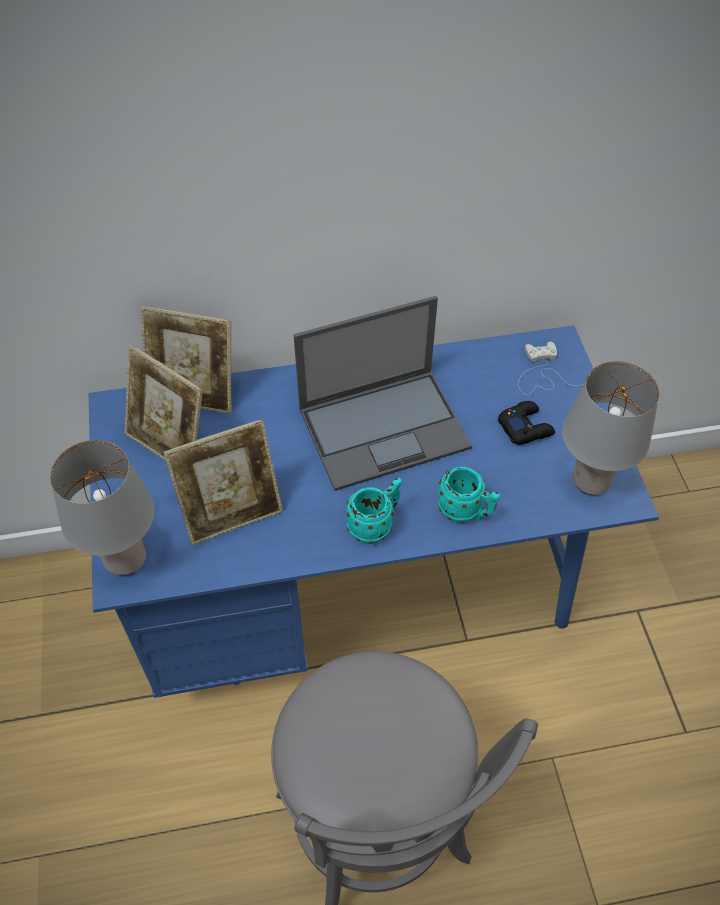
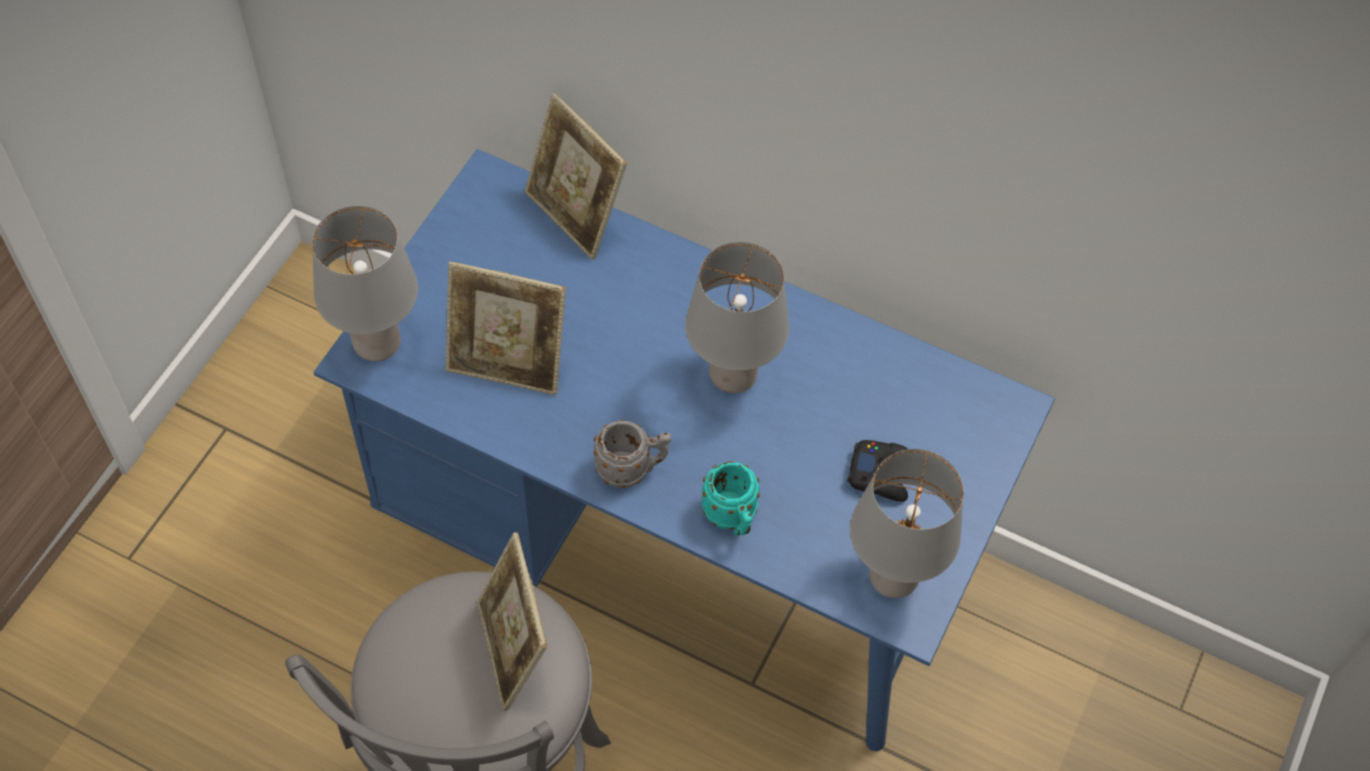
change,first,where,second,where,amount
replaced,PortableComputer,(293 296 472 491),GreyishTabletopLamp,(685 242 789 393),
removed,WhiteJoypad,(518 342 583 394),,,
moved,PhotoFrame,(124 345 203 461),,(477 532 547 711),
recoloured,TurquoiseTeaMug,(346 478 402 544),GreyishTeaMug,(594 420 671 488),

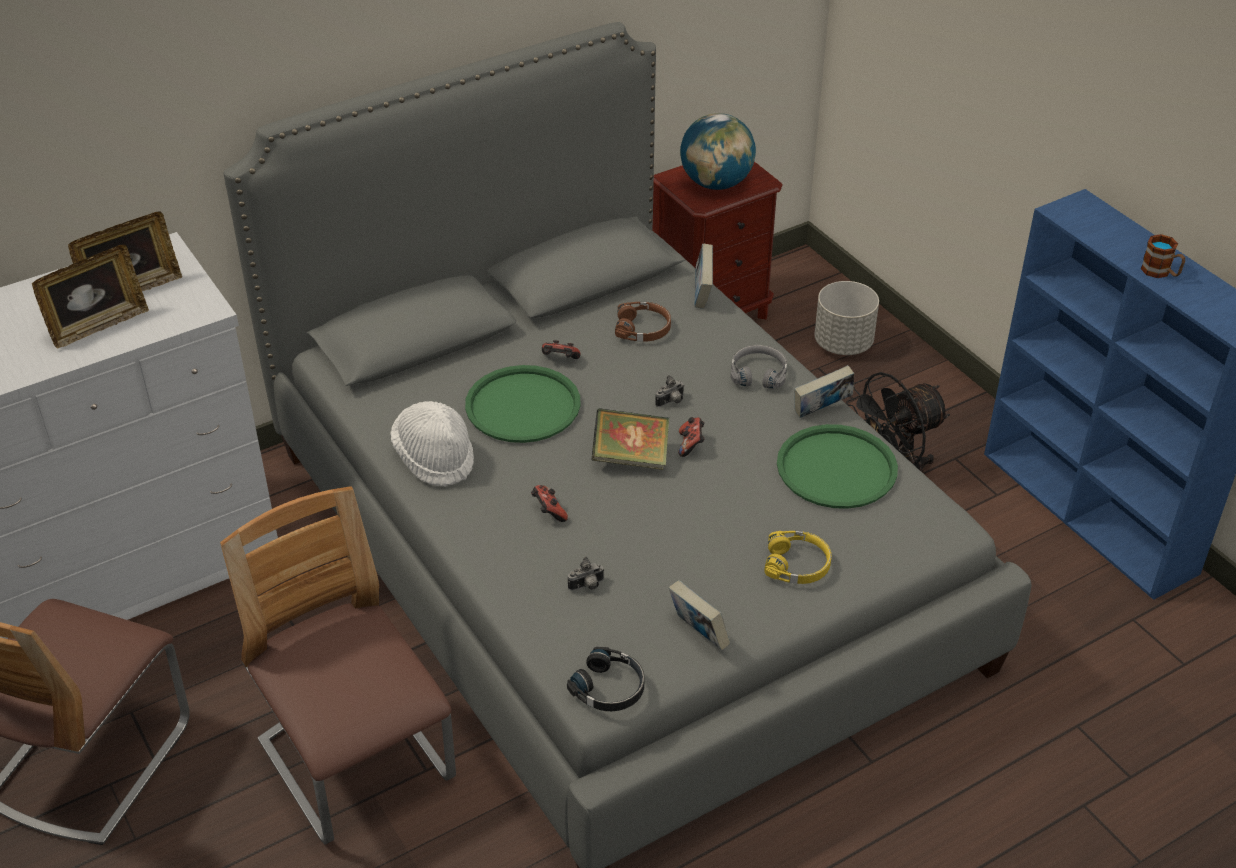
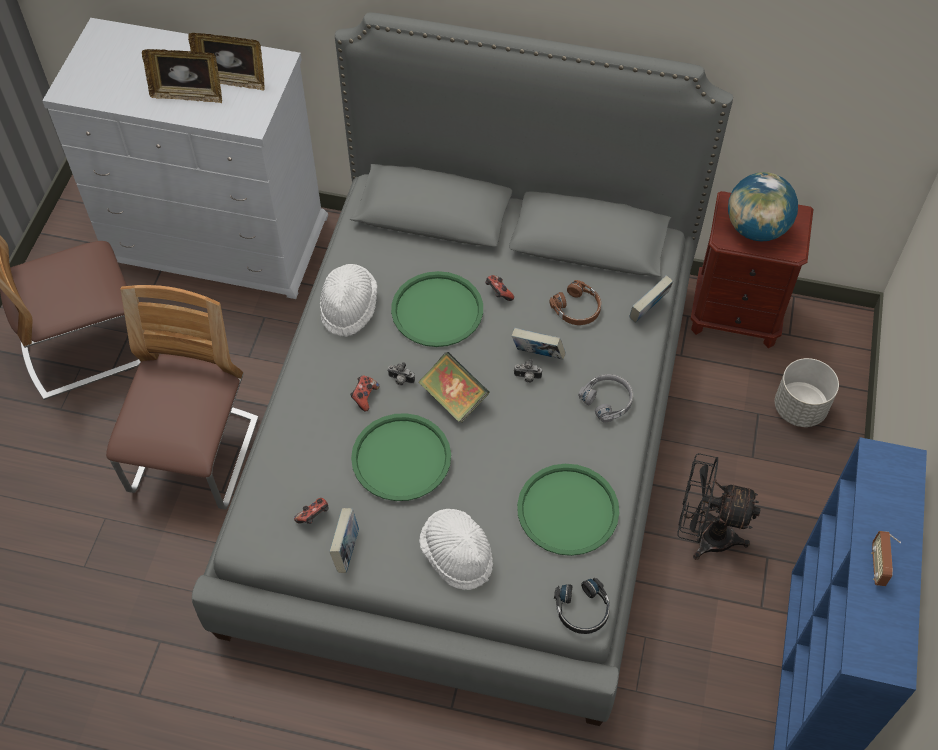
change,first,where,second,where,amount
replaced,TeaMug,(1141 234 1185 278),Radio,(871 531 901 586),
moved,BoundBook,(794 365 854 418),,(512 328 566 360),
moved,Joypad,(679 417 705 457),,(294 498 328 524),
replaced,YellowishHeadset,(764 531 831 584),WhiteClothingHat,(419 509 493 590),
moved,PhotoCamera,(568 557 605 591),,(387 362 415 385),
moved,BlackishHeadset,(567 647 645 711),,(554 578 610 634),
added,,,GreenishTray,(351 413 451 501),

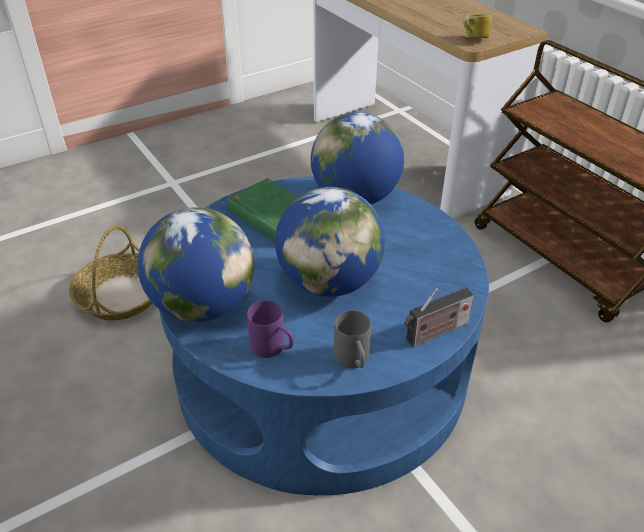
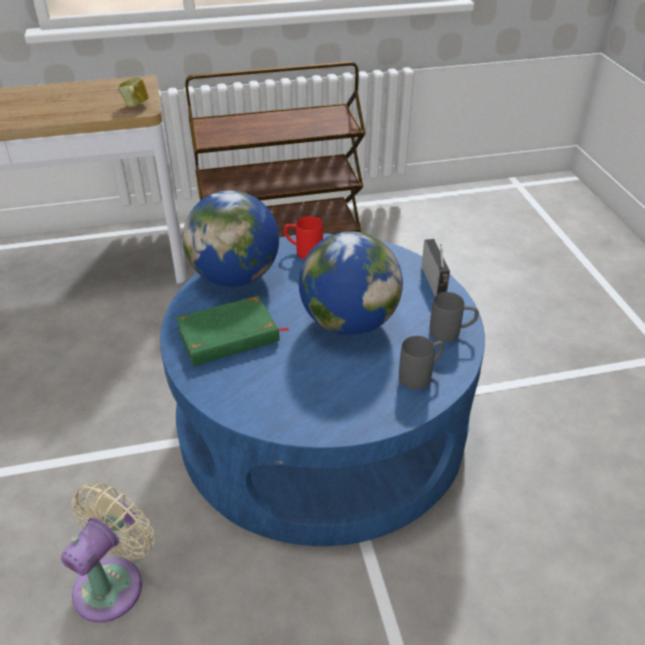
change,first,where,second,where,amount
removed,DeskGlobe,(138 207 254 322),,,
replaced,Basket,(69 225 152 320),BeigeElectricFan,(61 482 154 623),
recoloured,PurplishTeaMug,(247 300 294 358),GreyishTeaMug,(399 336 444 389),
added,,,RedColouredTeaMug,(284 216 323 259),

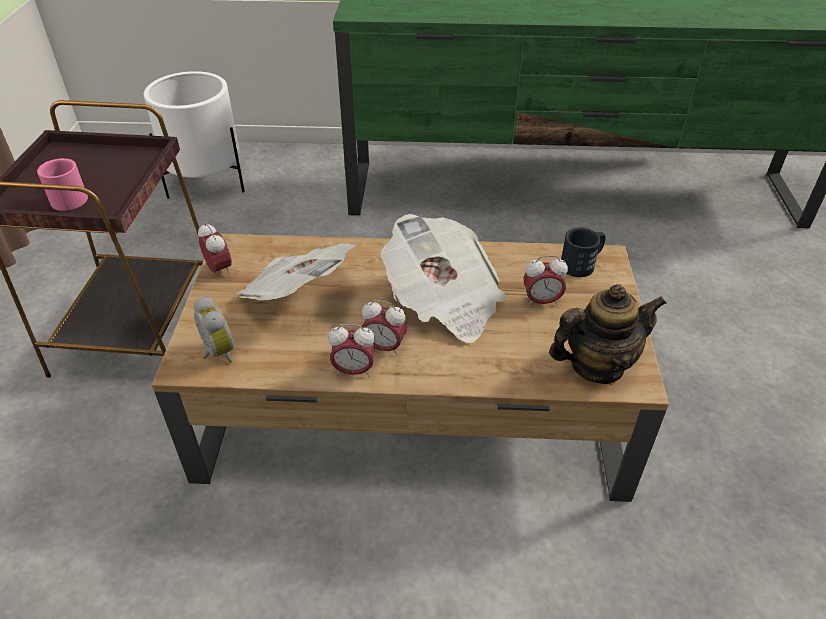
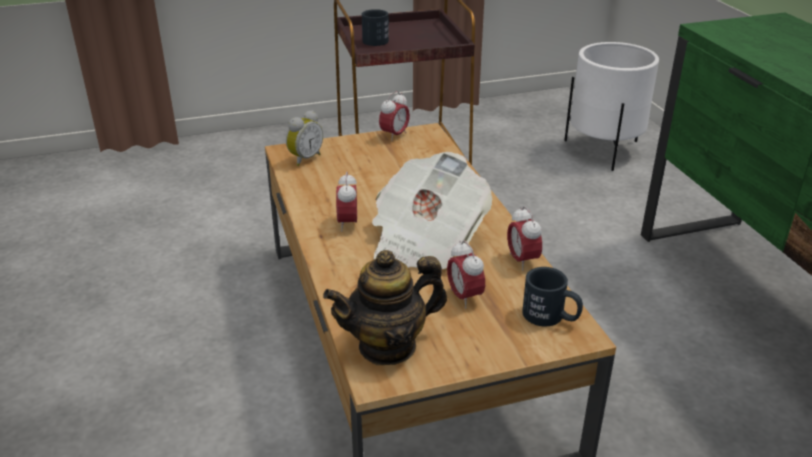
change,first,where,second,where,amount
recoloured,PinkTeaMug,(37 158 88 211),BlackishTeaMug,(362 9 389 46),
removed,DailyPaper,(235 243 355 301),,,
turned,TeaPot,(549 284 667 384),,(323 250 447 365),105 degrees clockwise
moved,TableClock,(328 324 375 377),,(507 206 542 271),

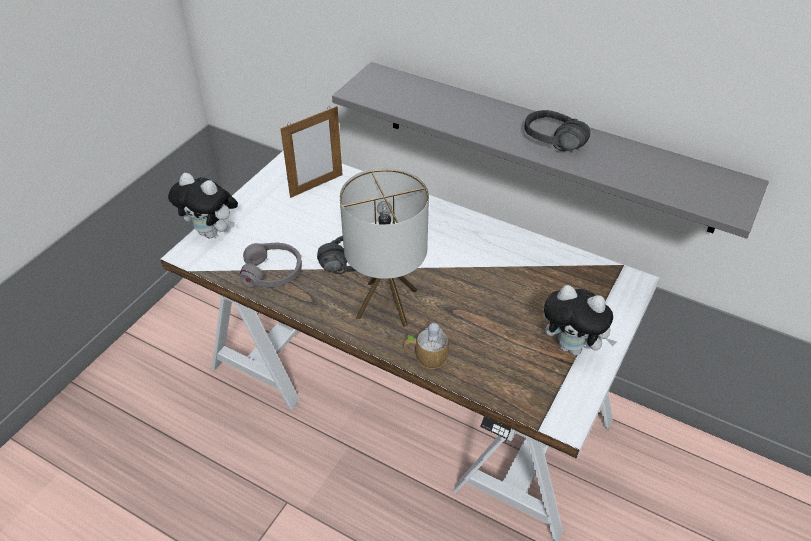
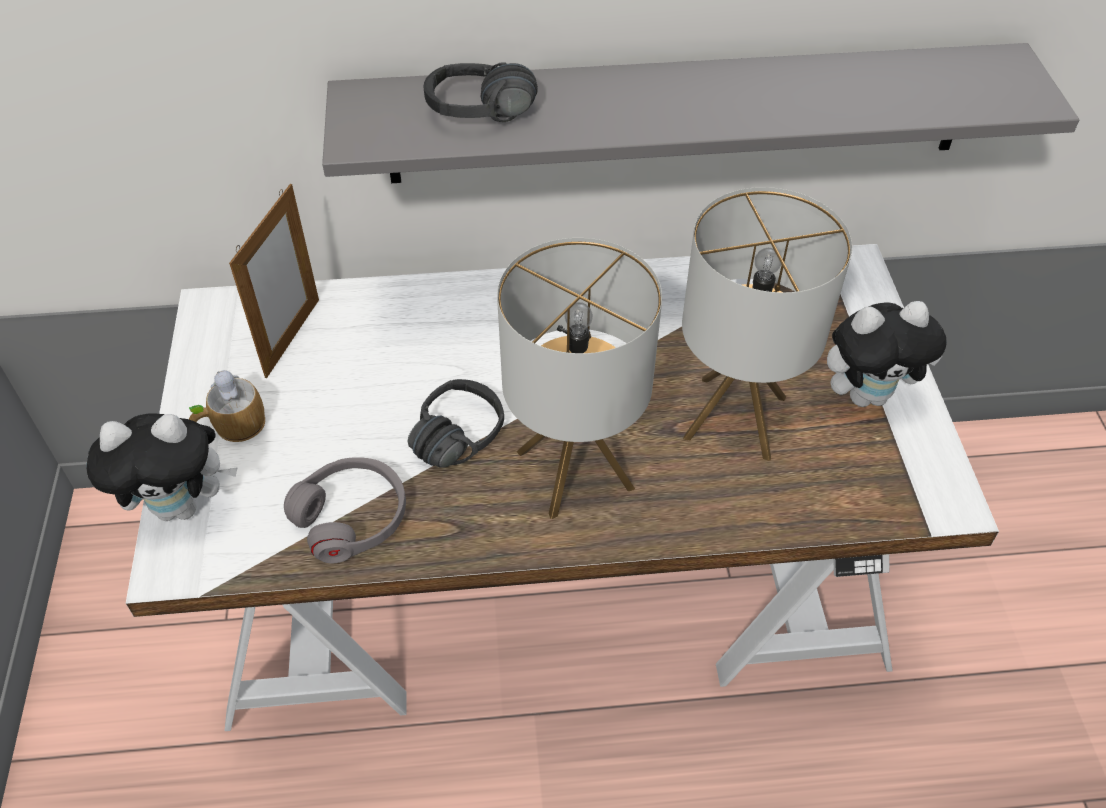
change,first,where,second,where,amount
moved,BlackishHeadset,(524 110 591 151),,(424 62 538 122),
moved,TeaMug,(403 322 449 369),,(189 370 265 442),
added,,,TabletopLamp,(682 187 852 461),

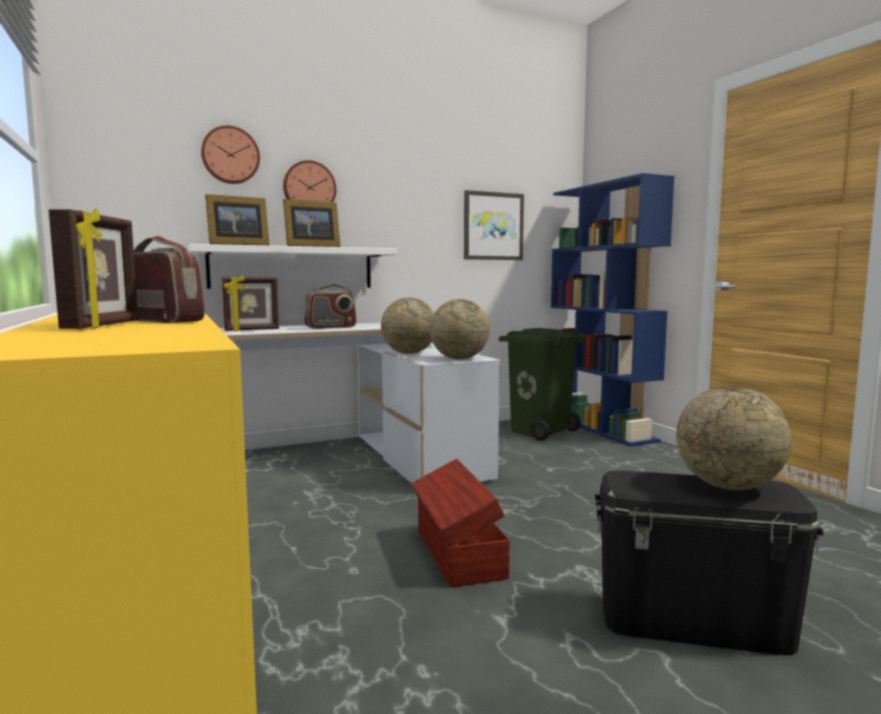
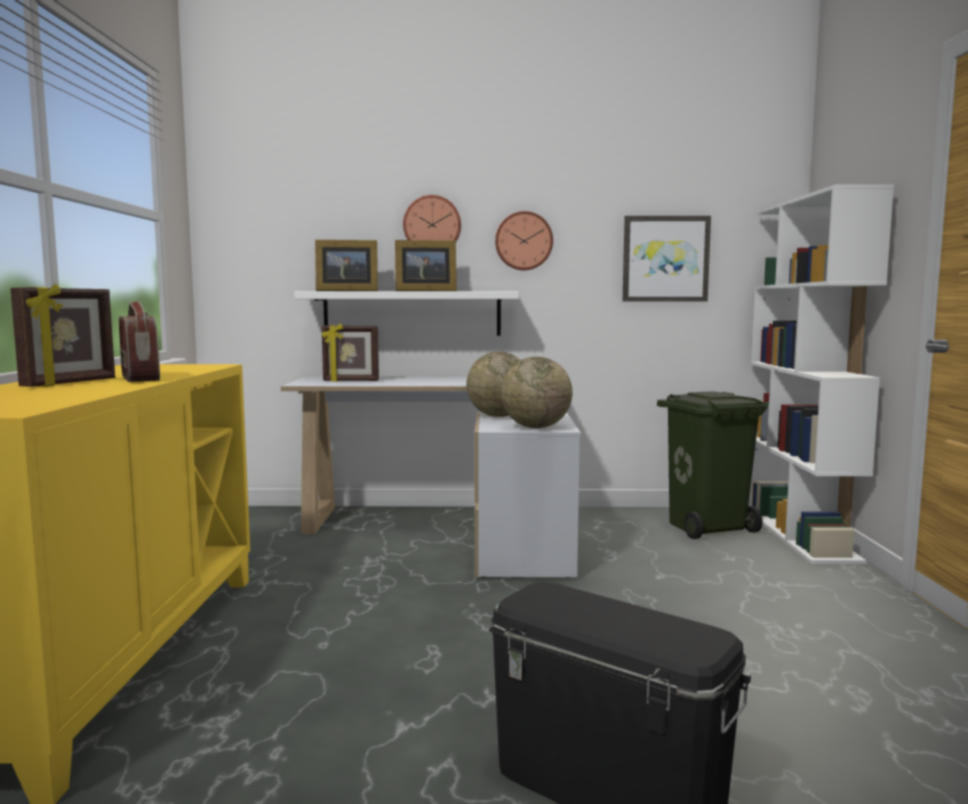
change,first,where,second,where,amount
moved,ClockOnTheWall,(201 125 260 184),,(495 211 553 270),
recoloured,BluishBookshelf,(551 173 674 447),WhiteBookshelf,(748 184 894 564),
removed,Radio,(304 284 356 329),,,
removed,DeskGlobe,(676 386 791 490),,,
removed,BrownStorageContainer,(411 459 510 587),,,

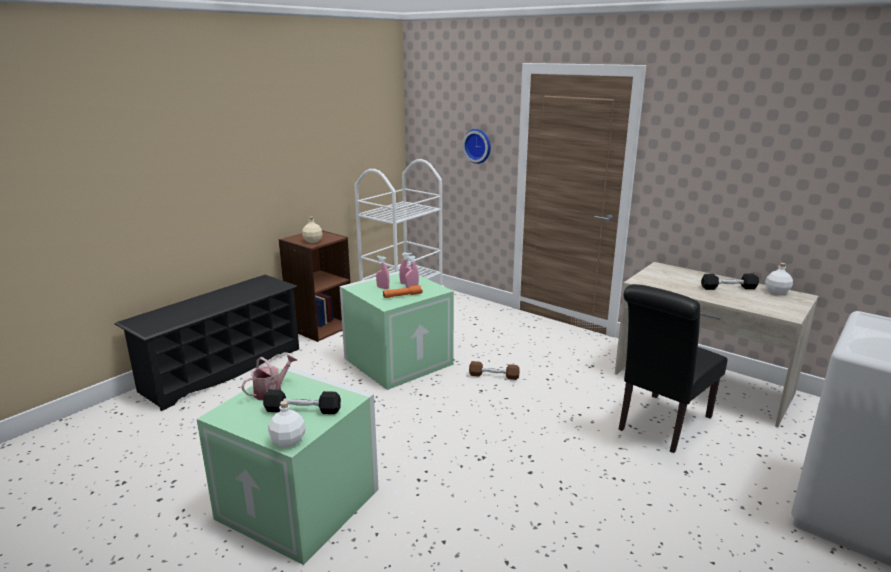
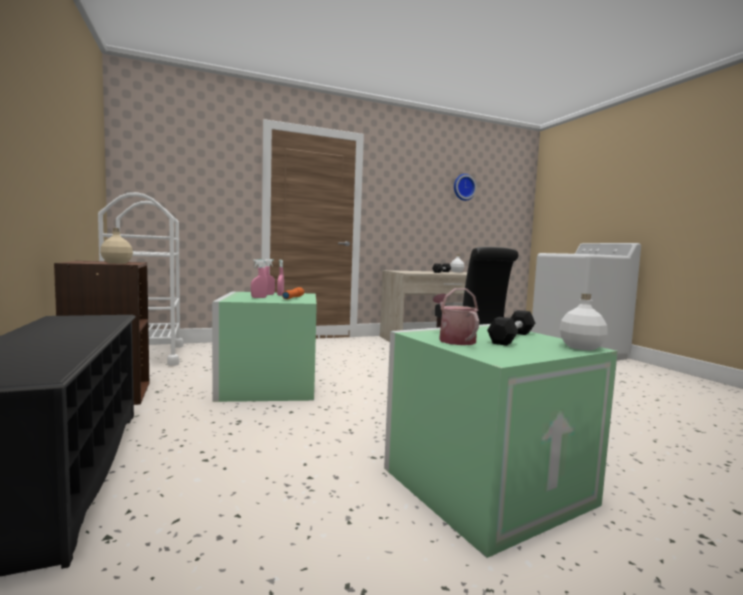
change,first,where,second,where,amount
moved,ClockOnTheWall,(462 129 491 164),,(454 174 477 201),
removed,BrownHandWeight,(469 361 520 380),,,

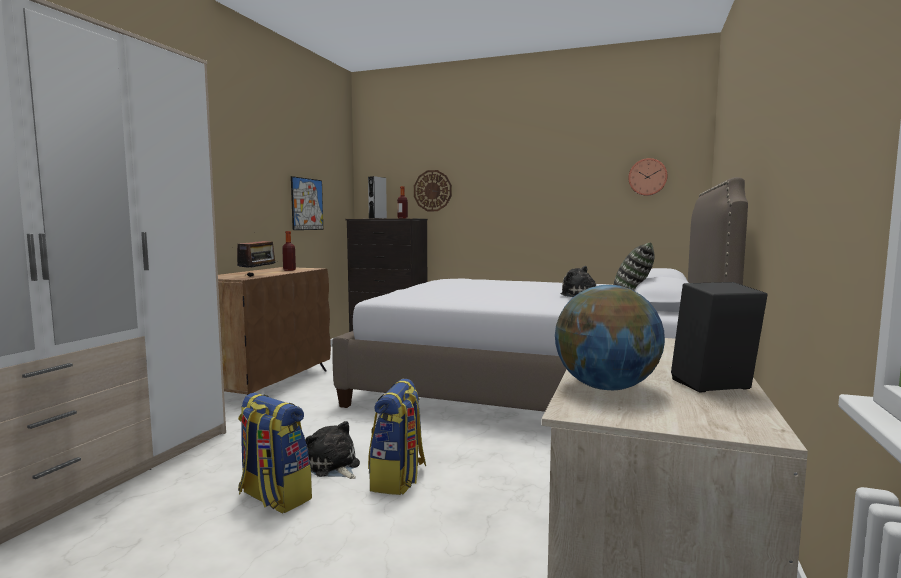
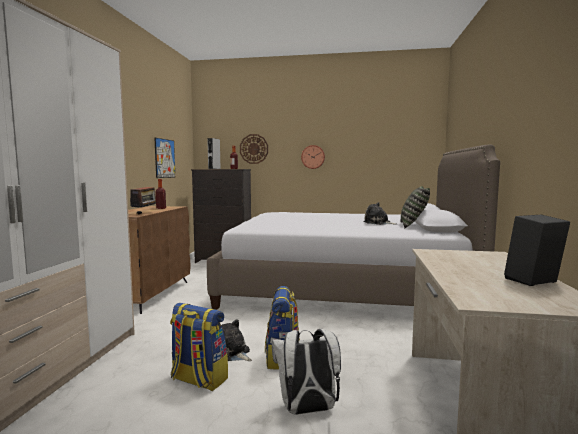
change,first,where,second,where,amount
moved,ClockOnTheWall,(628 158 667 196),,(301 145 325 169),
removed,DeskGlobe,(555 285 665 390),,,
added,,,WhiteRucksack,(272 329 341 415),

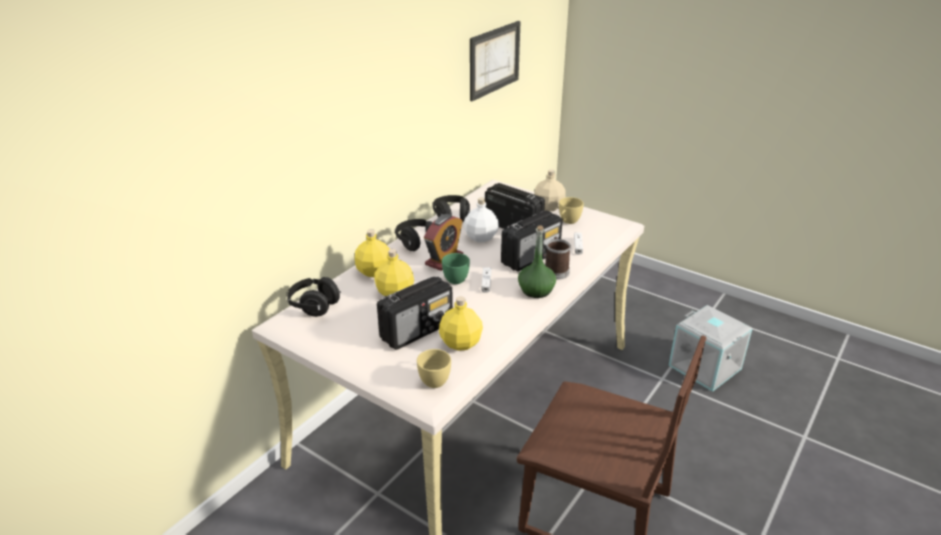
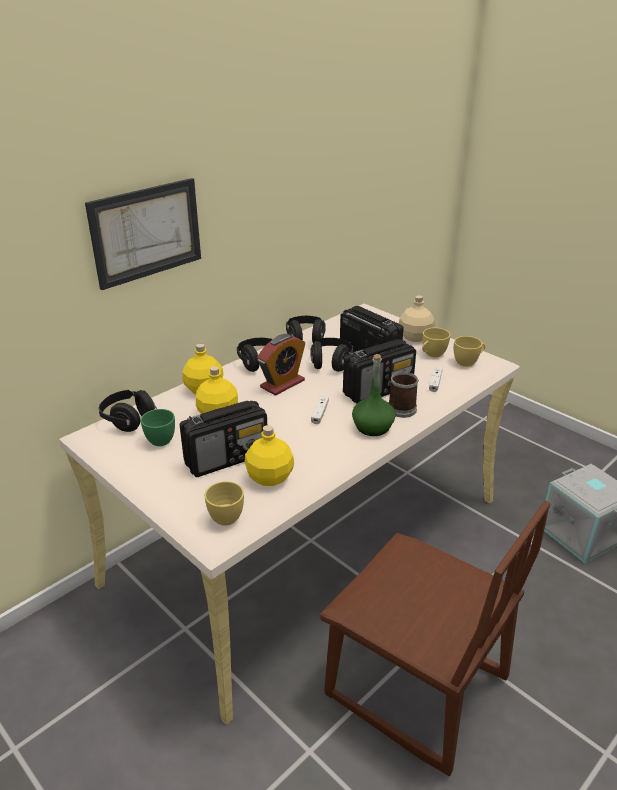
change,first,where,second,where,amount
moved,WallArt,(470 21 521 101),,(85 178 201 290),
replaced,WhiteBottle,(464 197 499 242),BlackishHeadset,(310 338 353 372),
moved,GreenishSmallCup,(442 253 470 284),,(141 409 175 446),
added,,,YellowishSmallCup,(454 336 486 367),

